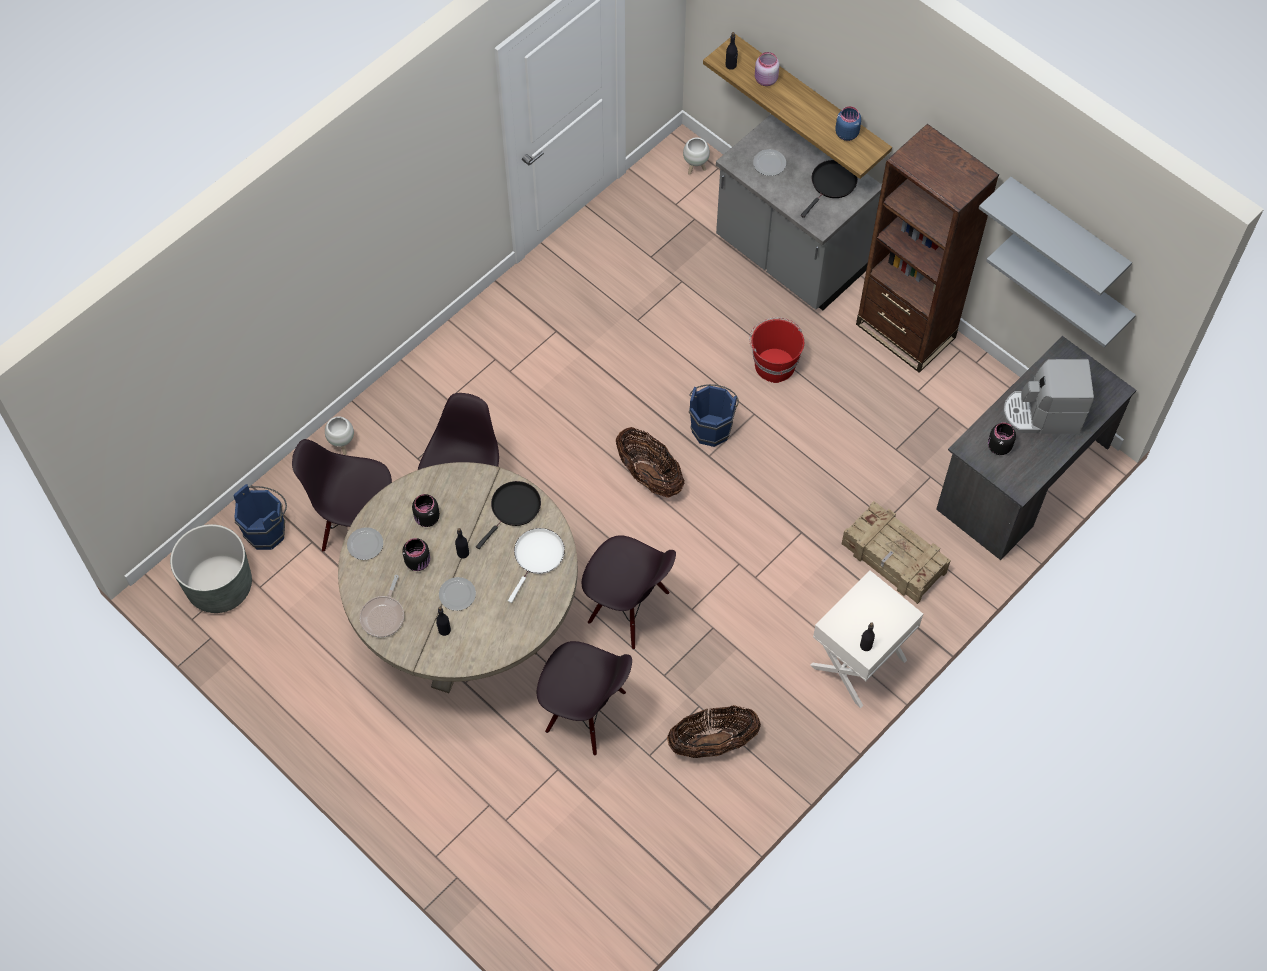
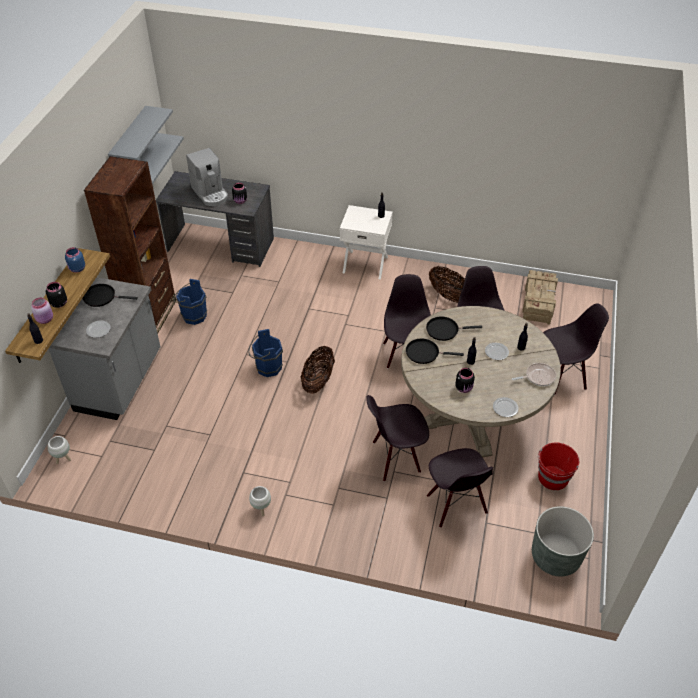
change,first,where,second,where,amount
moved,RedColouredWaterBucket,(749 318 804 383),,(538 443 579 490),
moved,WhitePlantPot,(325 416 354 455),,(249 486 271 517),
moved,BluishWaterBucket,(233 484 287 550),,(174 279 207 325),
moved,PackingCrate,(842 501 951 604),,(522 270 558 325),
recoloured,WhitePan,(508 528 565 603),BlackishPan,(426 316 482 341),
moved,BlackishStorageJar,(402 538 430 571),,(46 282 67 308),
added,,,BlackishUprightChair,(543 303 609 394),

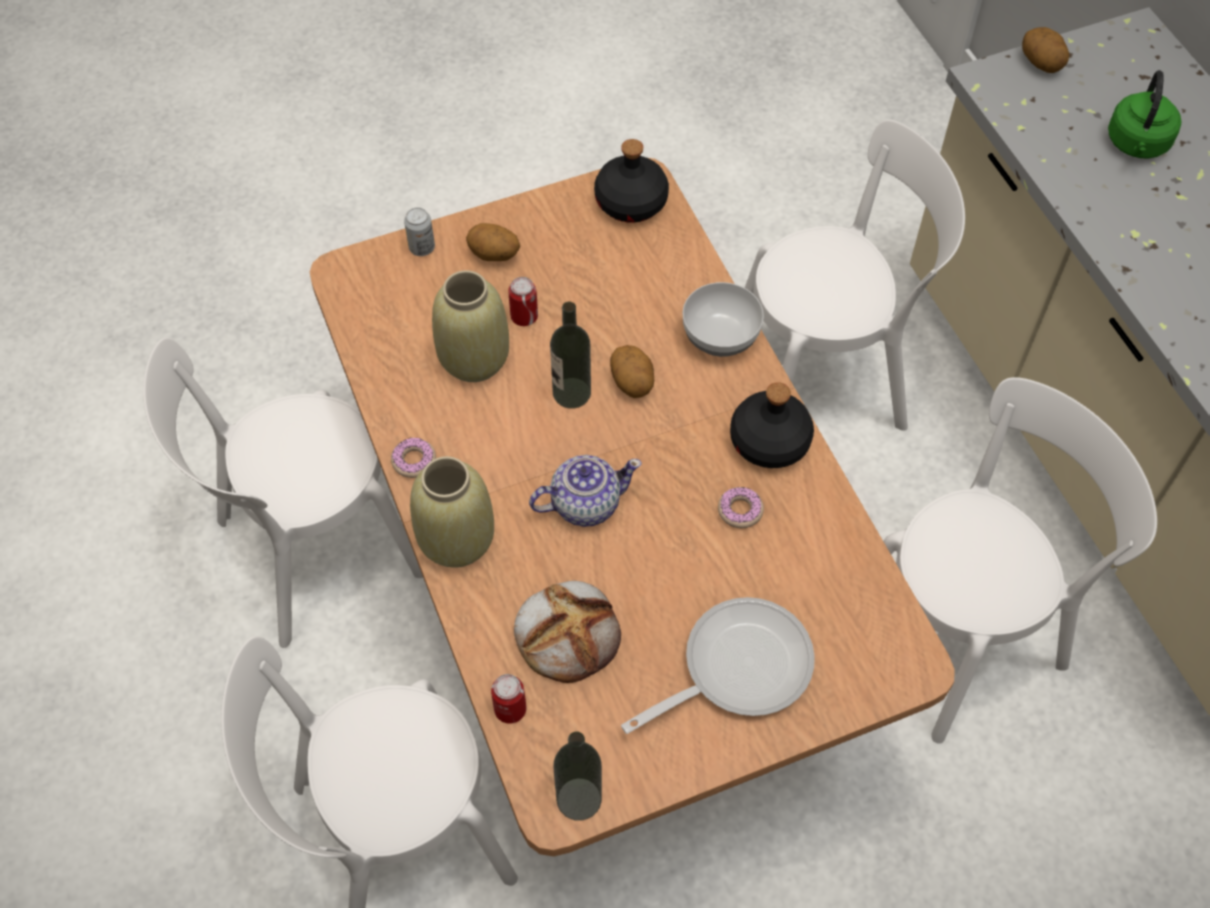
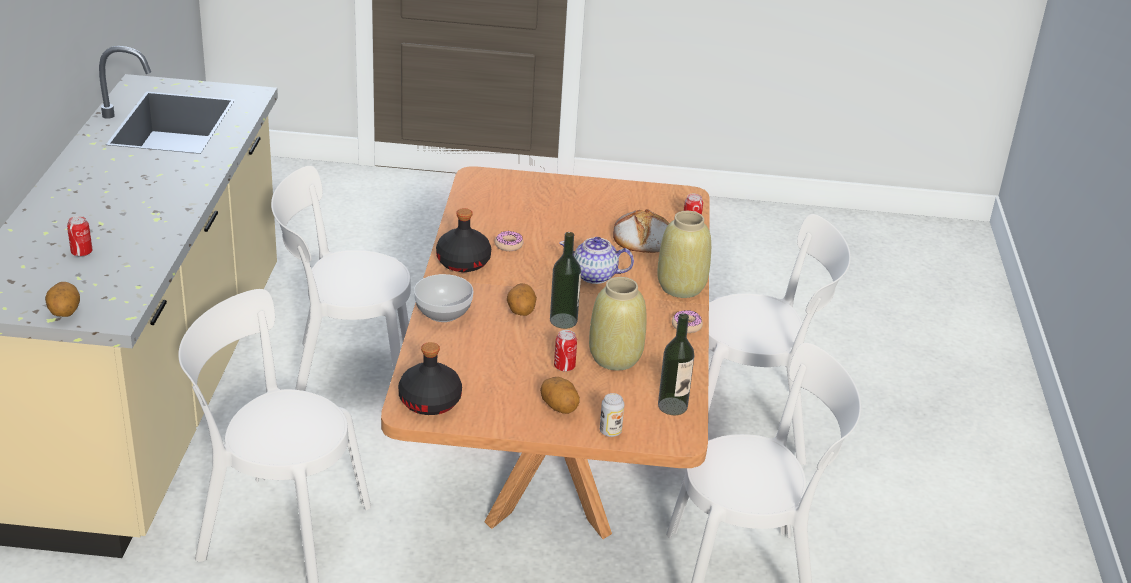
change,first,where,second,where,amount
replaced,GreenishTeaKettle,(1108 70 1181 159),Can,(67 216 93 257),
removed,Pan,(621 597 815 734),,,
moved,Bottle,(553 731 602 821),,(658 313 694 415),

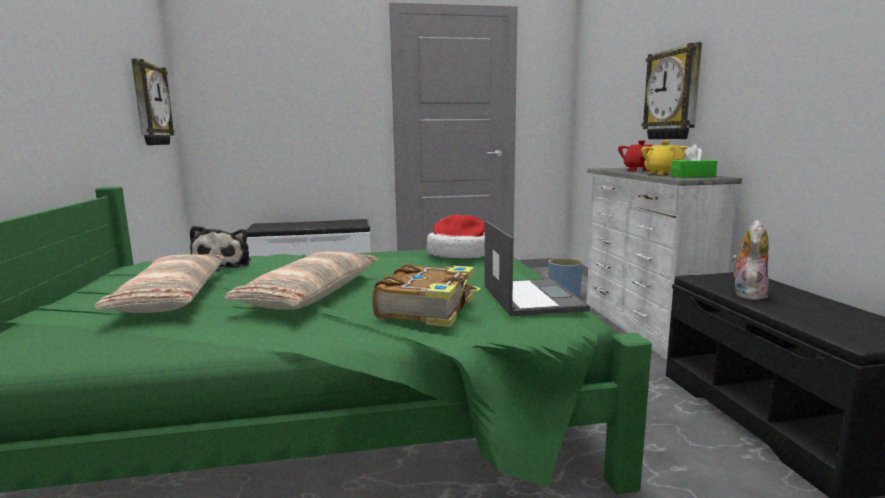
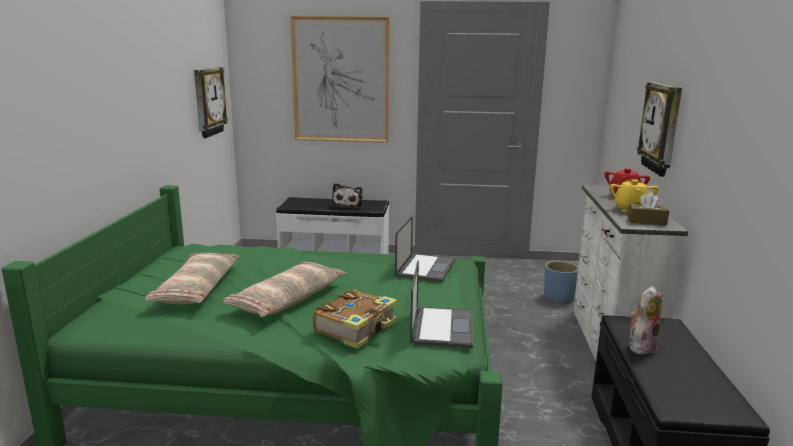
change,first,where,second,where,amount
recoloured,GreenishTissueHolder,(671 145 717 178),BrownTissueHolder,(627 193 669 225),
replaced,ClothingHat,(427 214 485 258),PortableComputer,(395 216 455 283),
moved,CuddlyToy,(190 226 251 268),,(332 183 363 208),
added,,,WallArt,(290 16 389 142),

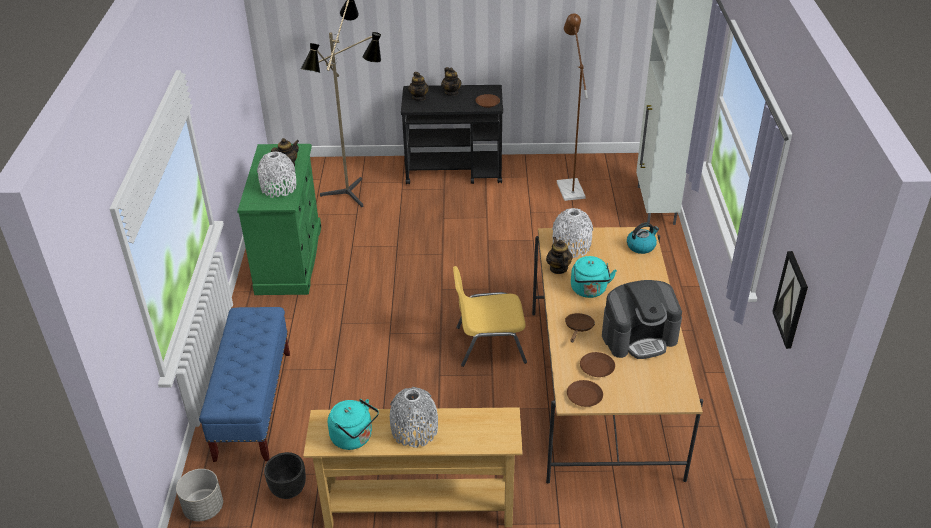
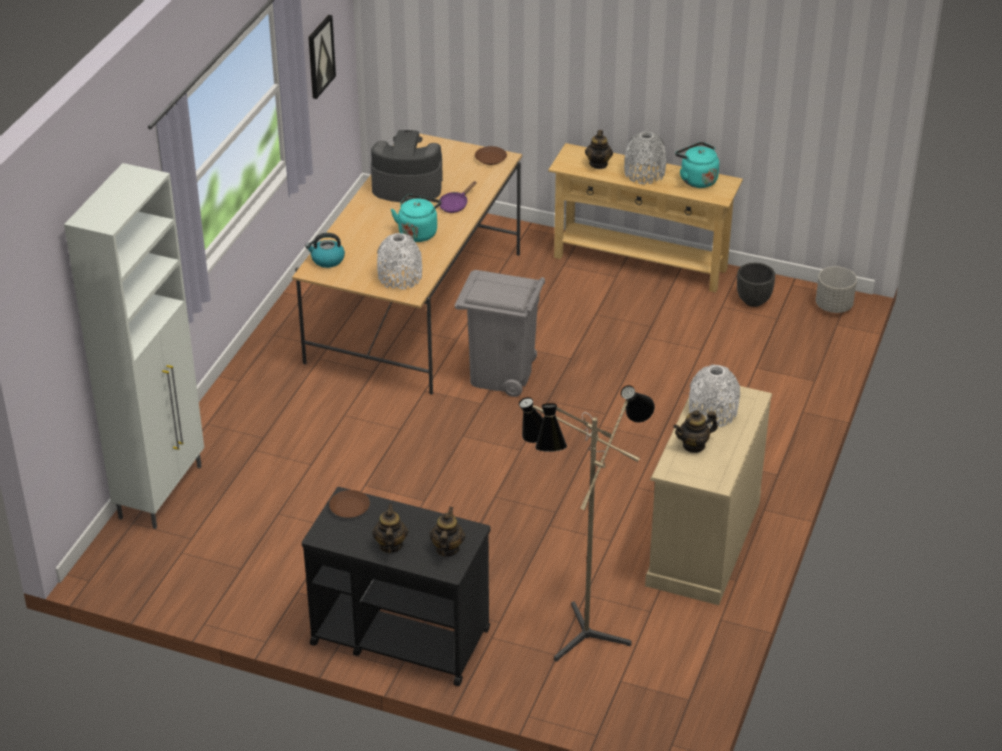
change,first,where,second,where,amount
removed,BrownStandingLamp,(557 13 588 201),,,
recoloured,GreenishDresser,(237 144 321 295),BeigeDresser,(645 386 772 605),
moved,TeaPot,(546 237 573 274),,(585 130 613 169),
replaced,YellowishUprightChair,(453 266 527 367),GreyishRubbishBin,(455 270 545 397),
removed,BluishLongSeat,(199 307 290 462),,,
recoloured,BrownPan,(565 313 595 342),PurplishPan,(439 181 476 213),
removed,BrownPlate,(580 352 615 377),,,

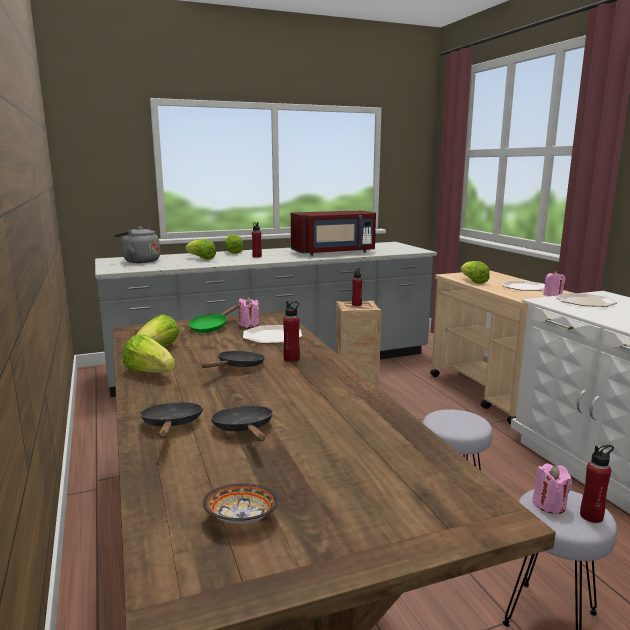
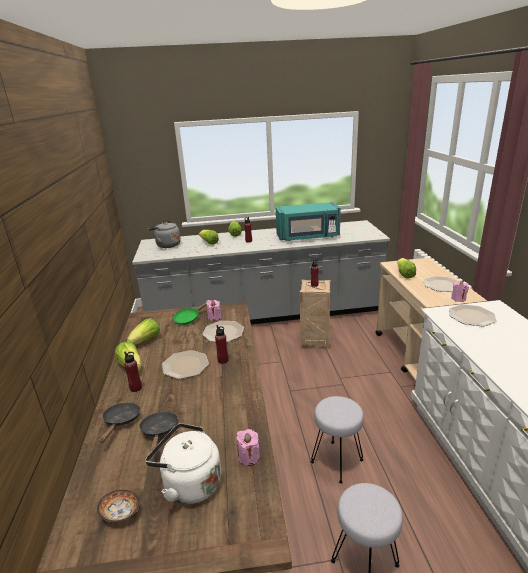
change,first,where,second,where,amount
recoloured,RedColouredMicrowaveOven,(291 210 376 256),TurquoiseMicrowaveOven,(276 202 341 241),
replaced,BlackishPan,(202 351 265 368),Plate,(162 350 209 379),
moved,RedColouredBottle,(580 445 614 523),,(124 351 142 392),
moved,PinkCandle,(532 463 572 514),,(236 429 260 466),
added,,,WhiteTeaKettle,(145 423 221 504),

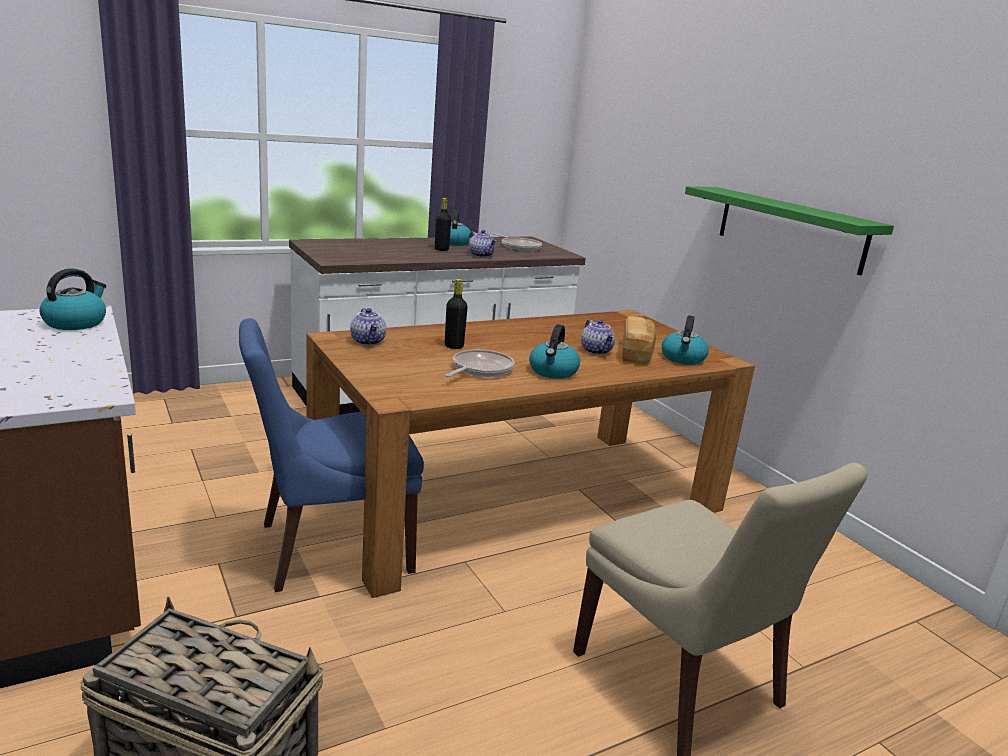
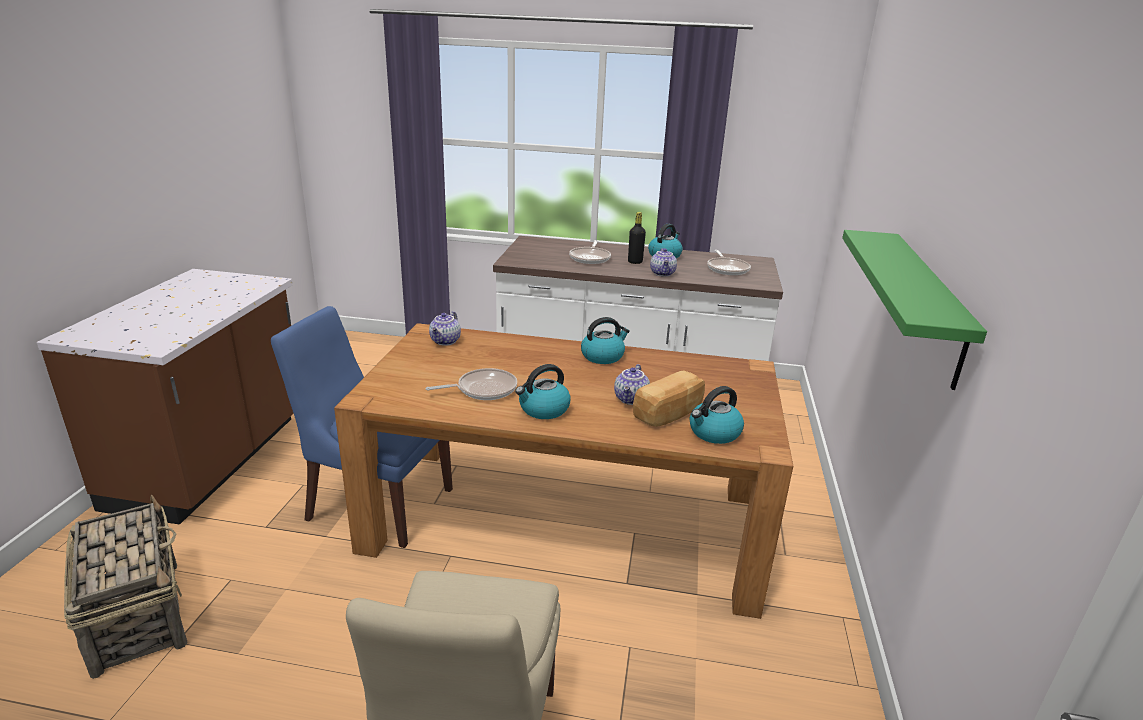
change,first,where,second,where,amount
moved,TeaKettle,(39 268 106 330),,(581 317 630 364),
removed,BlackishBottle,(445 279 468 349),,,
added,,,Pan,(569 240 611 264),

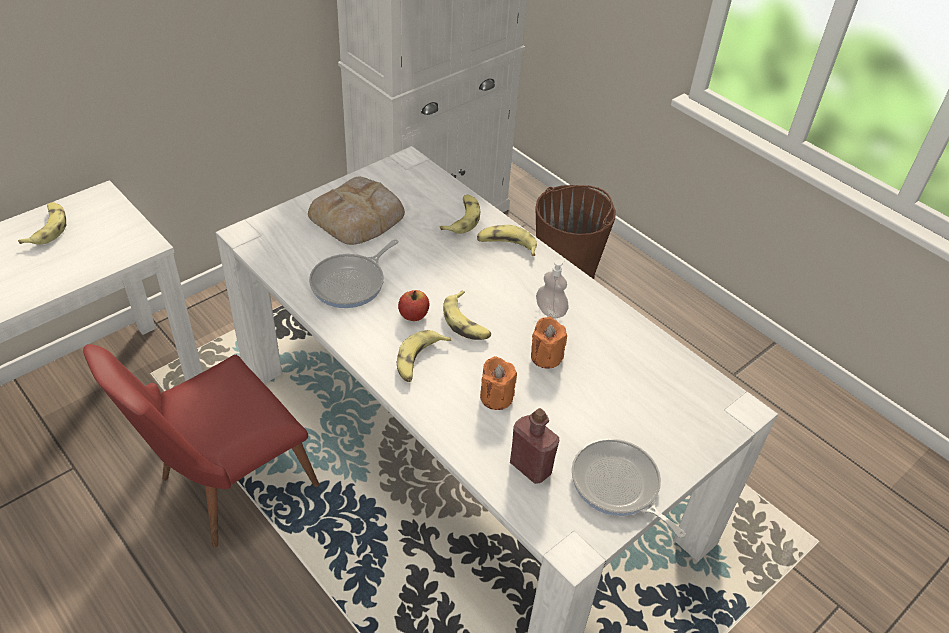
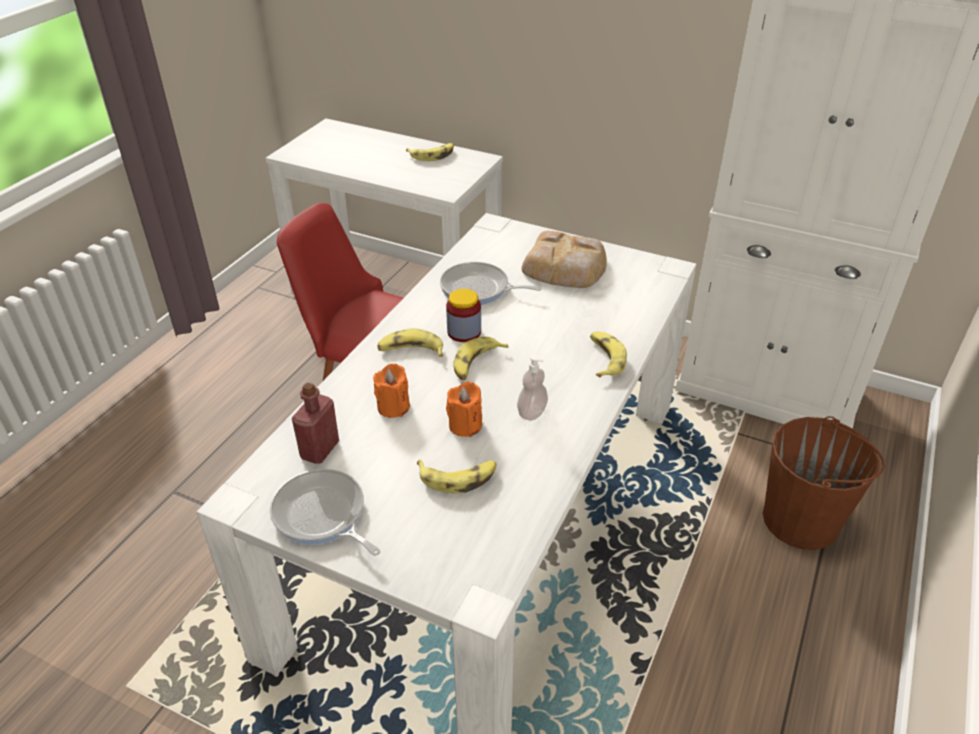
change,first,where,second,where,amount
moved,WholeBanana,(440 195 480 234),,(417 459 496 493),
replaced,Apple,(398 290 429 321),StorageJar,(446 289 481 342),
turned,Pan,(572 439 686 538),,(269 469 380 556),75 degrees counterclockwise

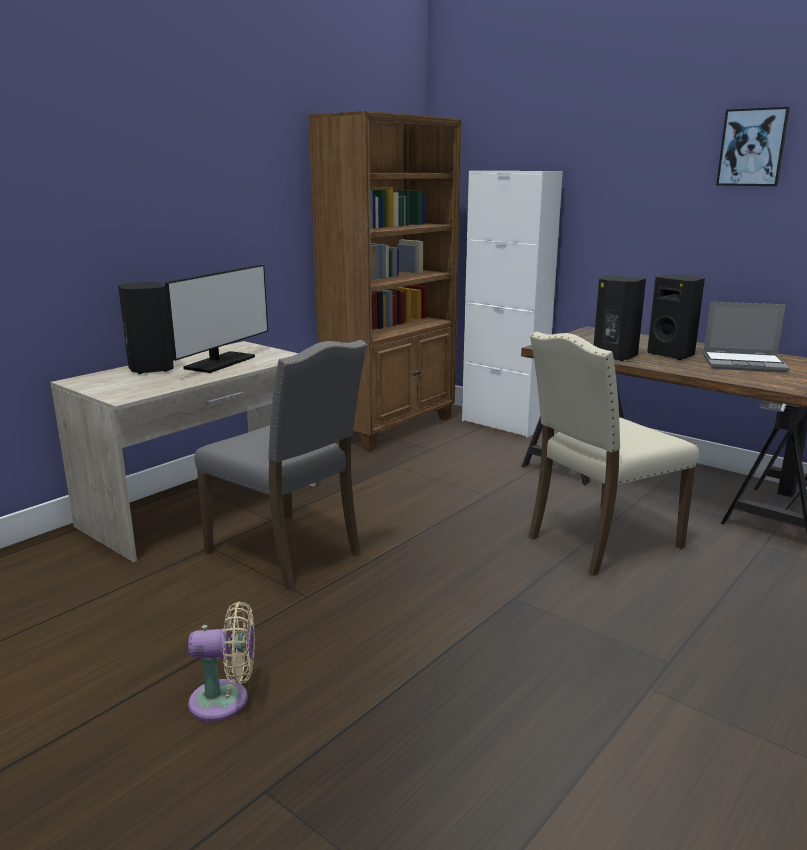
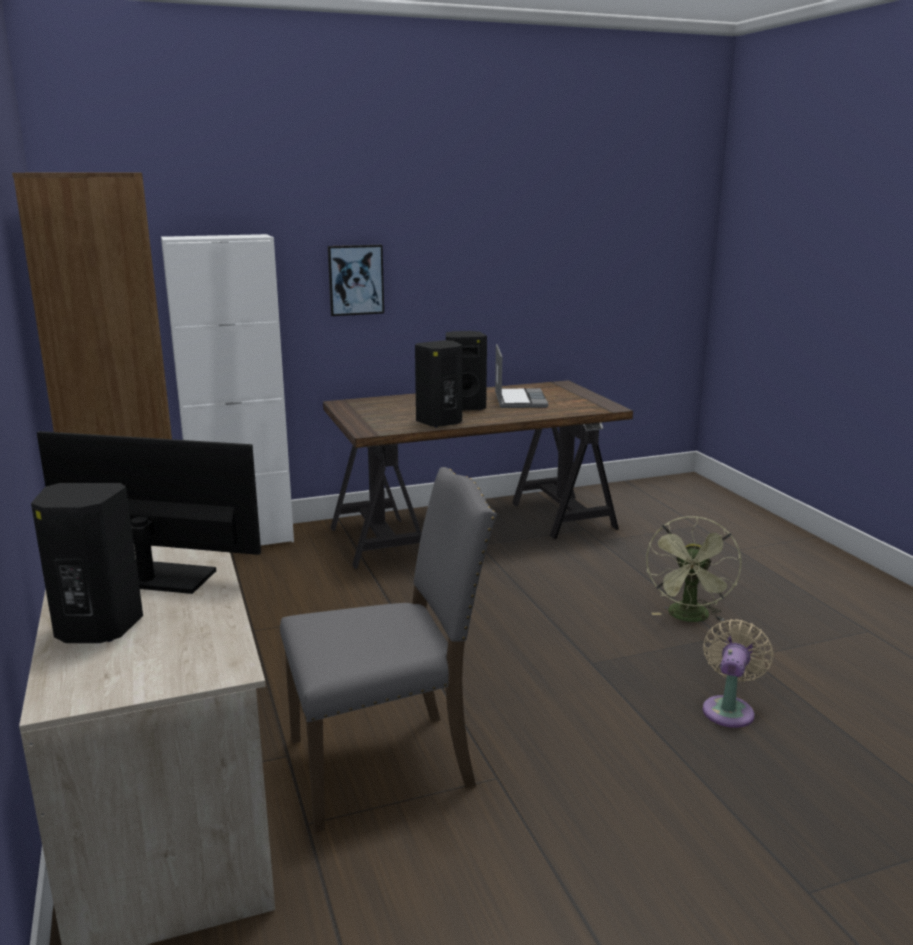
change,first,where,second,where,amount
moved,WallArt,(716 107 790 186),,(328 245 384 316),
turned,ComputerScreen,(165 264 268 373),,(37 431 261 594),45 degrees counterclockwise
turned,PortableComputer,(703 302 789 373),,(495 344 549 408),45 degrees counterclockwise
removed,BeigeUprightChair,(528 332 699 576),,,
moved,BeigeElectricFan,(188 602 255 722),,(703 619 774 728),
added,,,GreenishElectricFan,(646 516 742 622),

